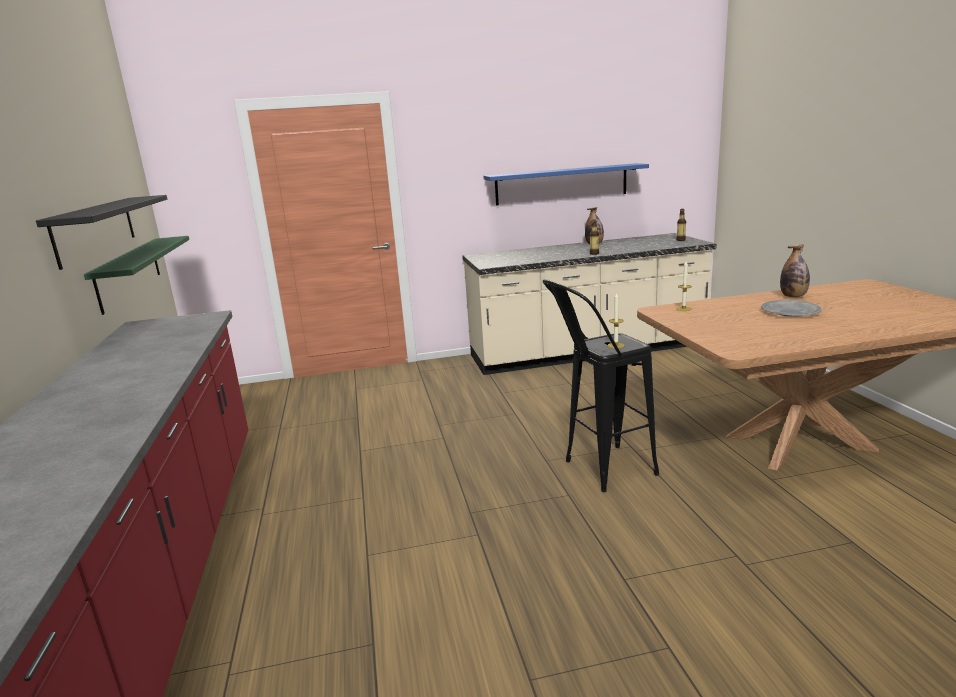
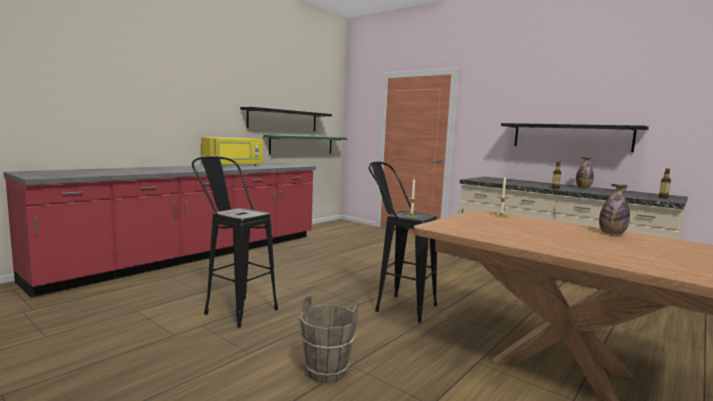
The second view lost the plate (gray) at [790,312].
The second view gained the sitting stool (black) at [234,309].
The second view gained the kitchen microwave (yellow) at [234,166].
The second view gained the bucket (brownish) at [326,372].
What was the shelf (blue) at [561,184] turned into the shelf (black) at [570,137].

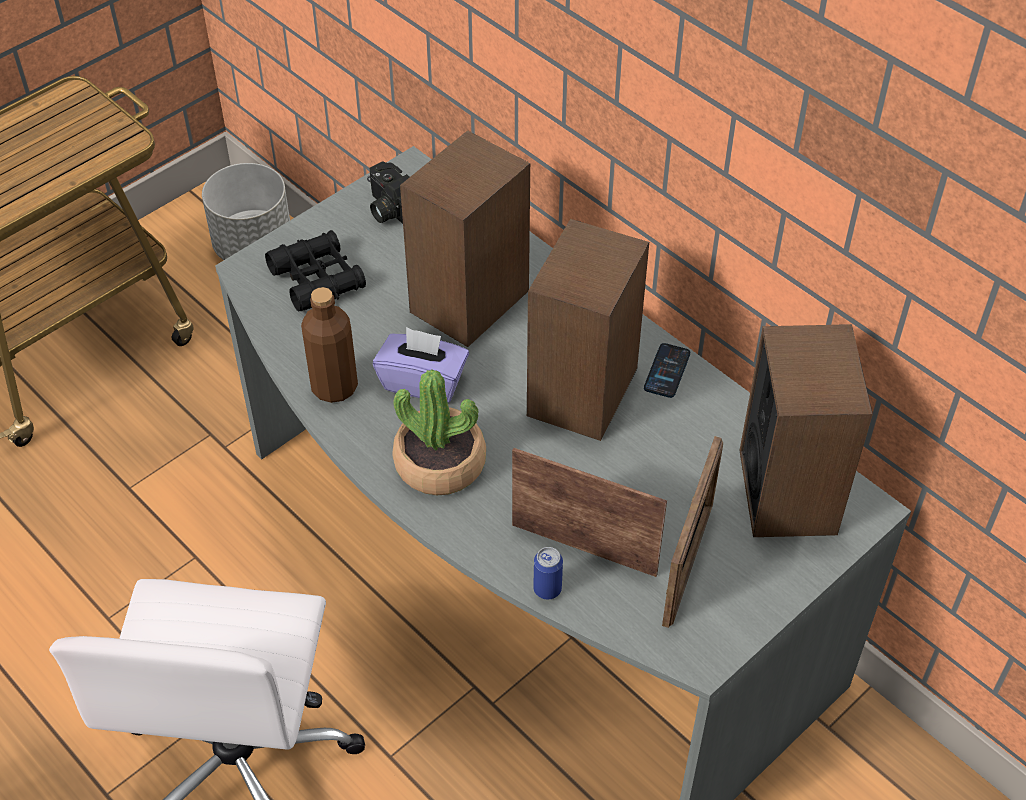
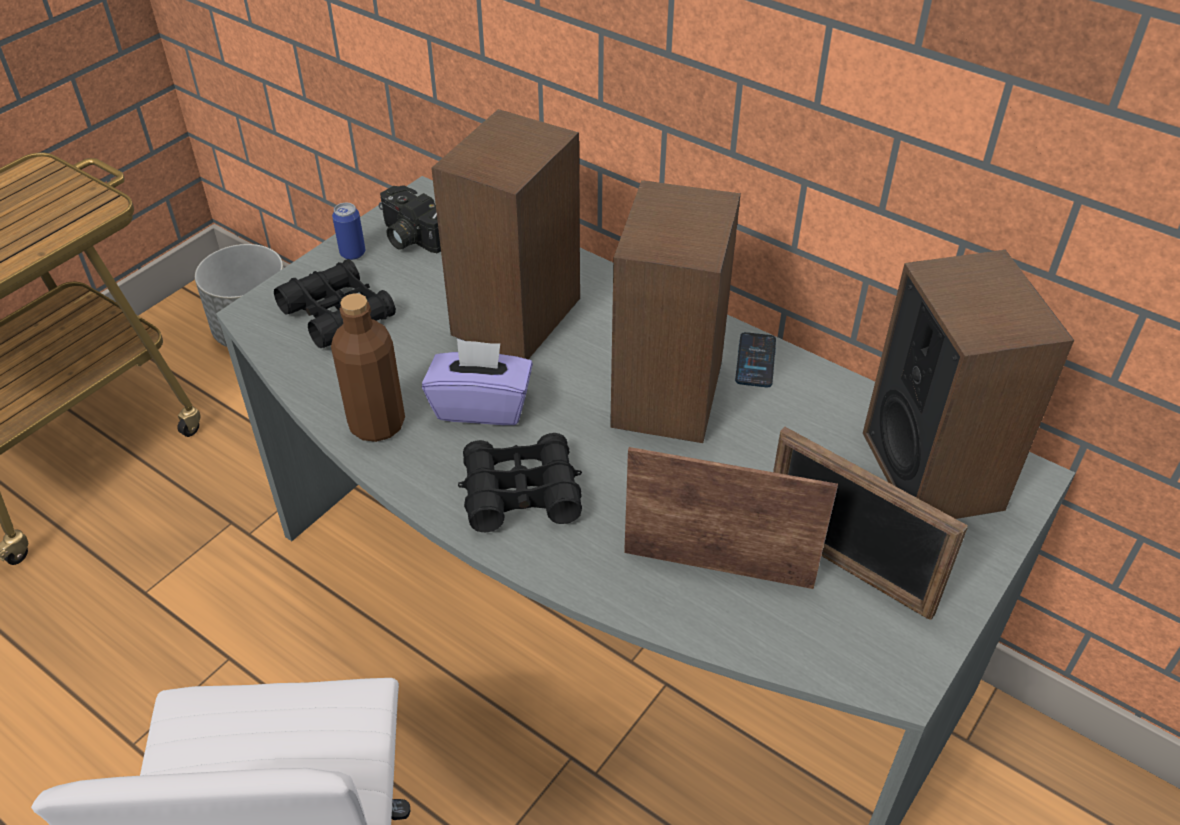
The metal can ended up elsewhere, having gone from [547,589] to [352,253].
Where the houseplant stood at [440,463], the pair of binoculars (black) came to stand at [521,493].
The photo frame at [687,563] ended up facing another way, 120 degrees clockwise from before.

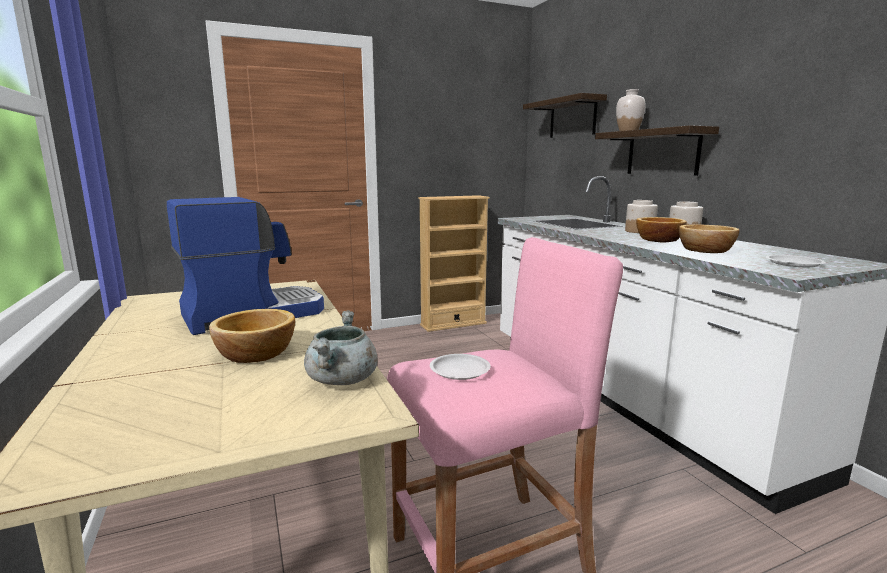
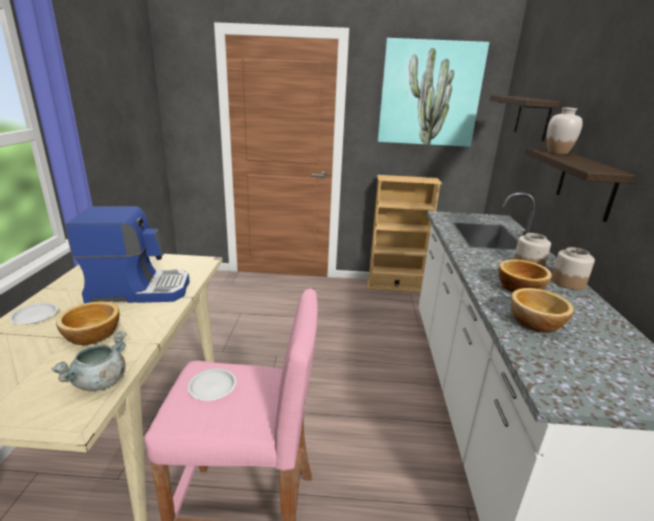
The second view gained the wall art at [429,94].
The plate (white-coloured) ended up elsewhere, having gone from [793,264] to [34,316].

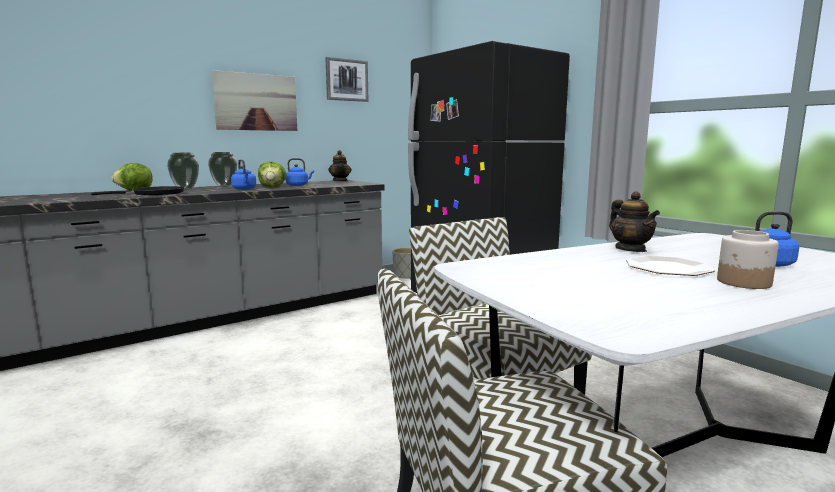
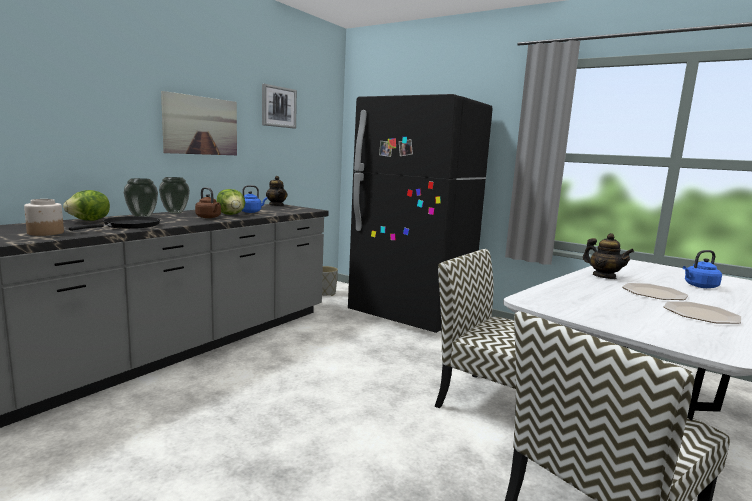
The second view gained the plate at [700,314].
The jar ended up elsewhere, having gone from [744,282] to [45,233].
What was the kettle (blue) at [244,189] turned into the kettle (brownish) at [209,217].

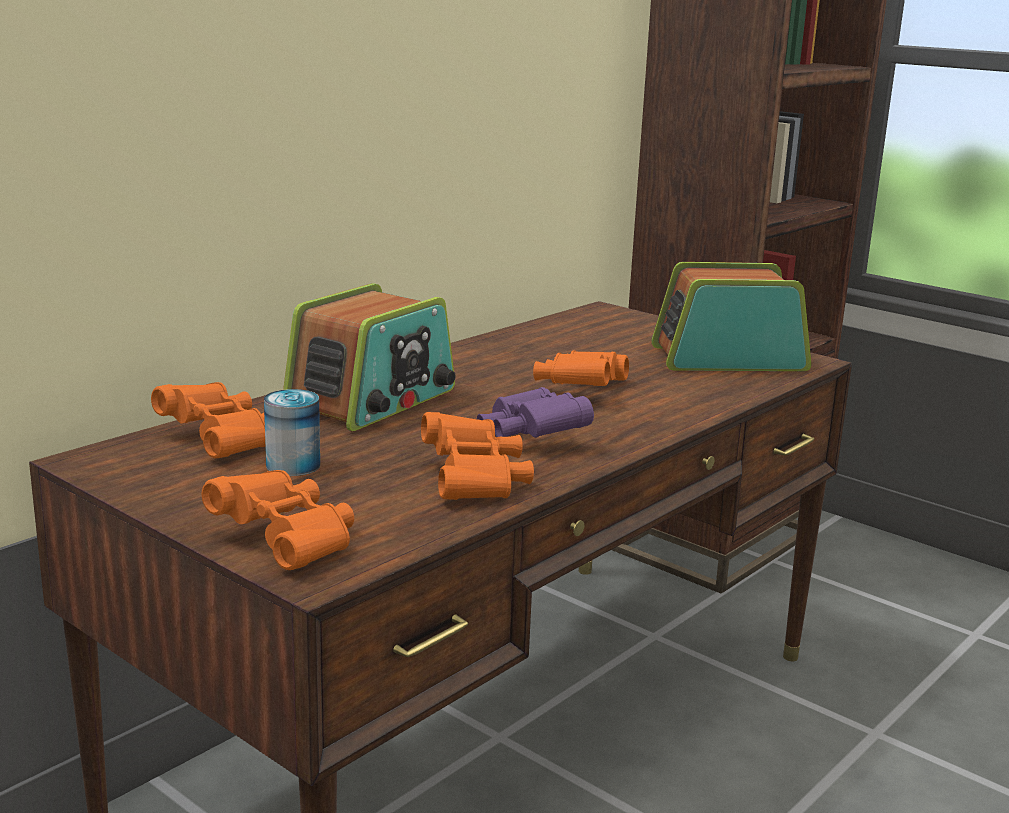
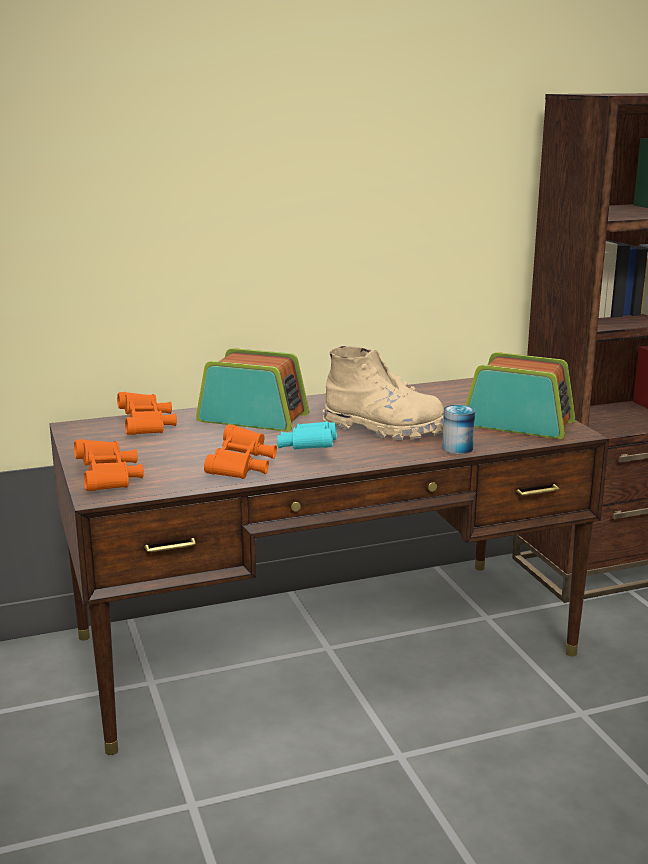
The metal can ended up elsewhere, having gone from [293,465] to [457,448].
Where the pair of binoculars (orange) stood at [580,389], the boot (sand-coloured) came to stand at [383,429].
What was the pair of binoculars (purplish) at [529,437] turned into the pair of binoculars (blue-green) at [308,450].
The radio receiver at [373,400] ended up facing another way, 135 degrees counterclockwise from before.

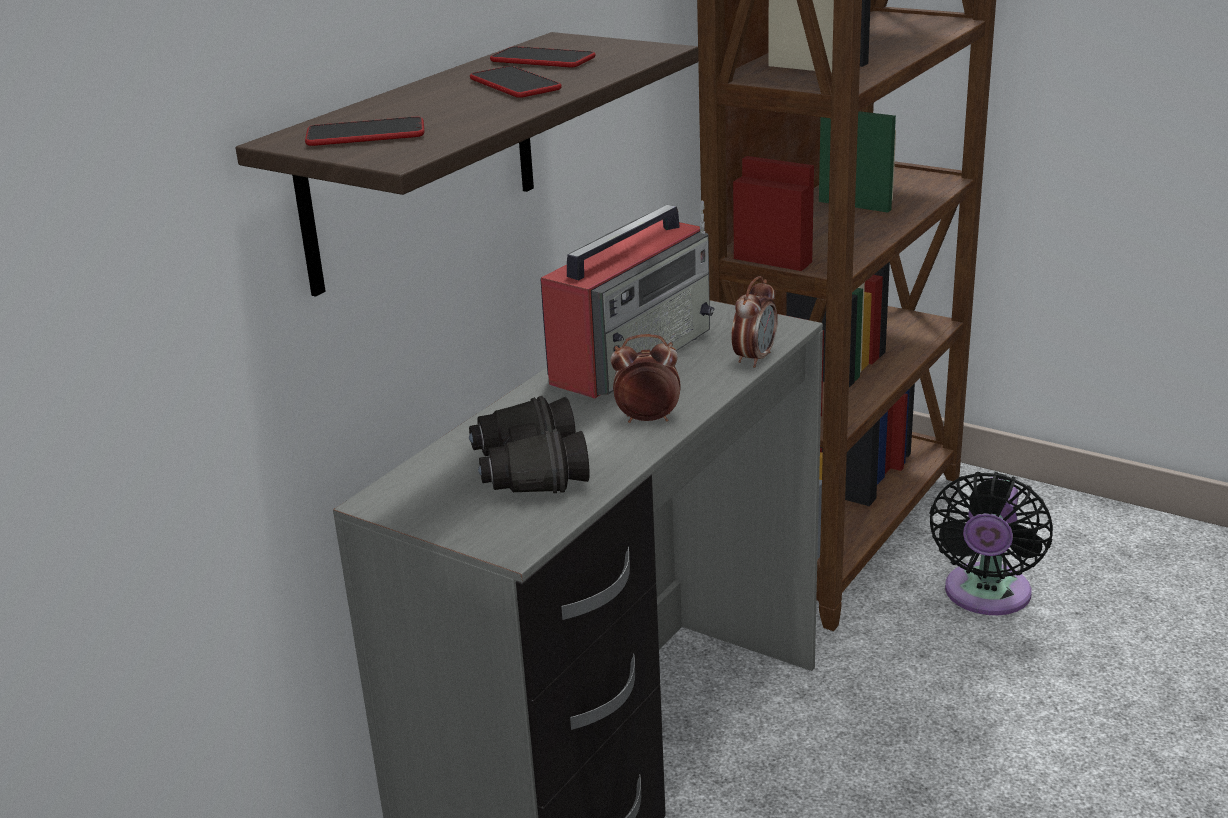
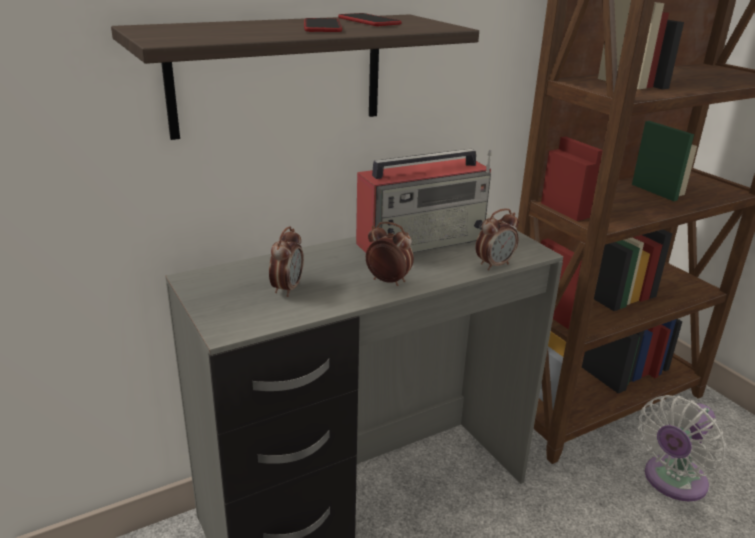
The second view lost the phone at [365,134].
Where the pair of binoculars (black) stood at [529,470], the alarm clock came to stand at [287,289].
What was the fan (black) at [986,596] turned into the fan (white-coloured) at [672,482].

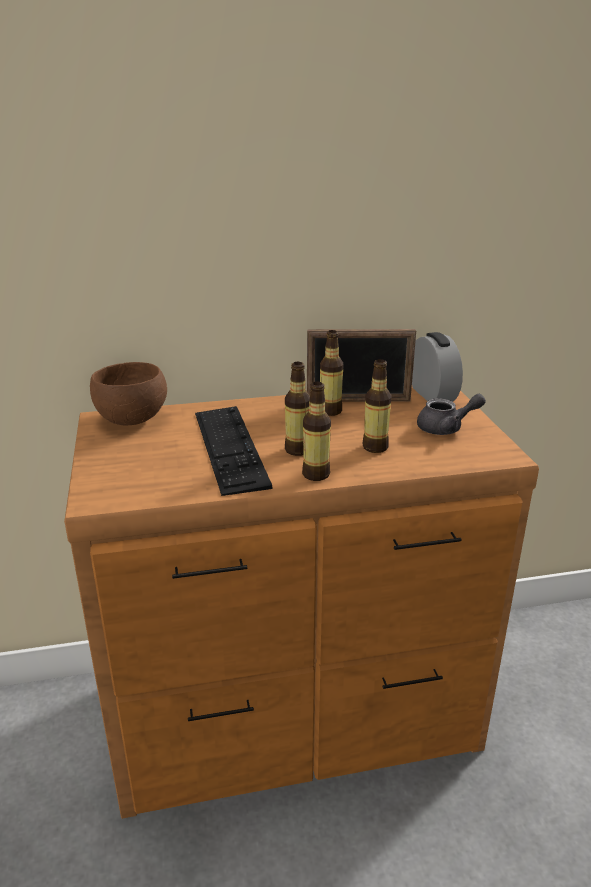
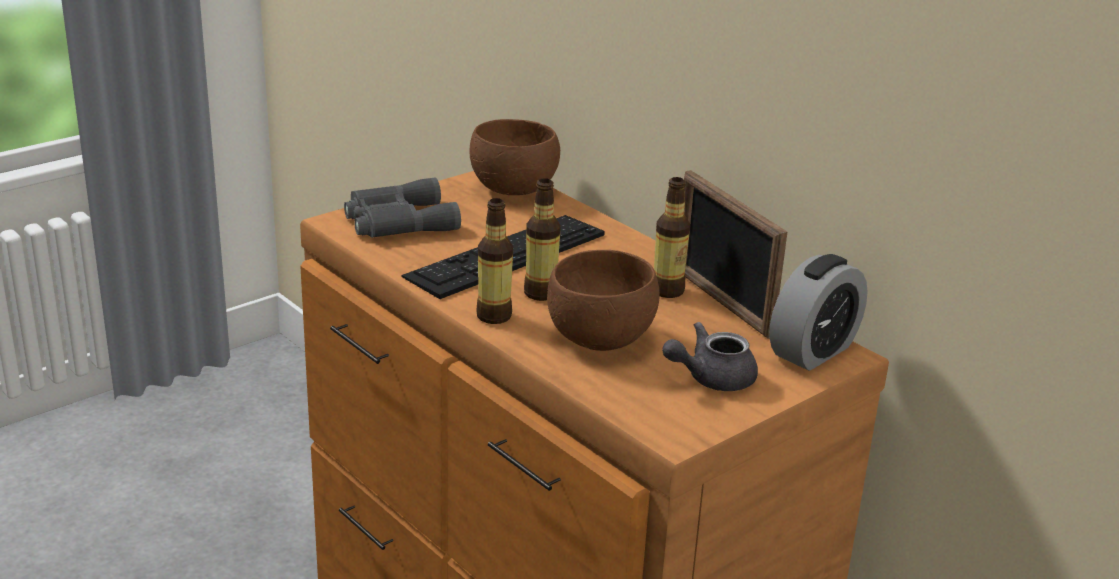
The second view gained the pair of binoculars (gray) at [397,221].
Where the bottle stood at [375,447], the bowl (brownish) came to stand at [599,338].
The teapot (gray) at [446,428] ended up facing another way, 105 degrees clockwise from before.

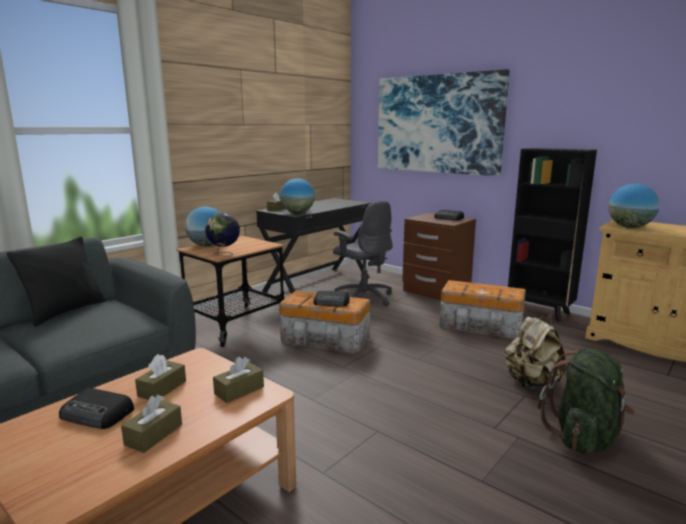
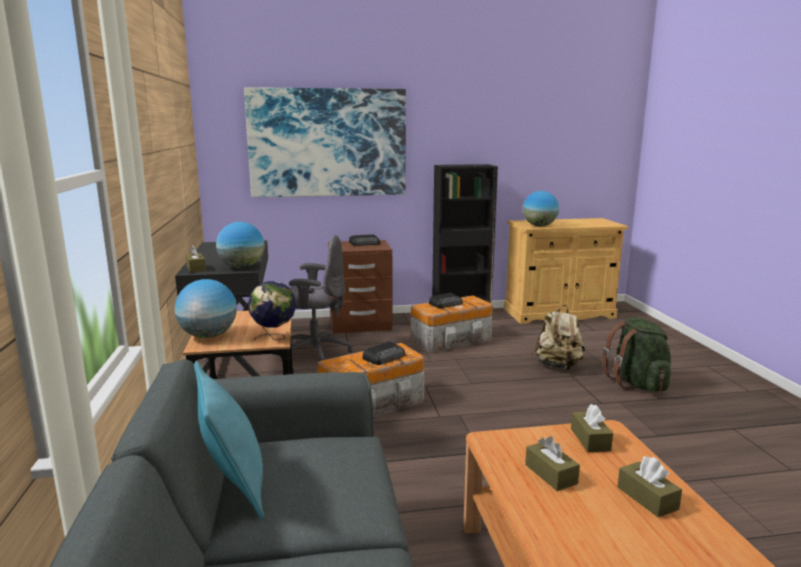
The radio receiver ended up elsewhere, having gone from [98,414] to [446,304].
What was the cushion (black) at [66,311] turned into the cushion (blue-green) at [234,485].

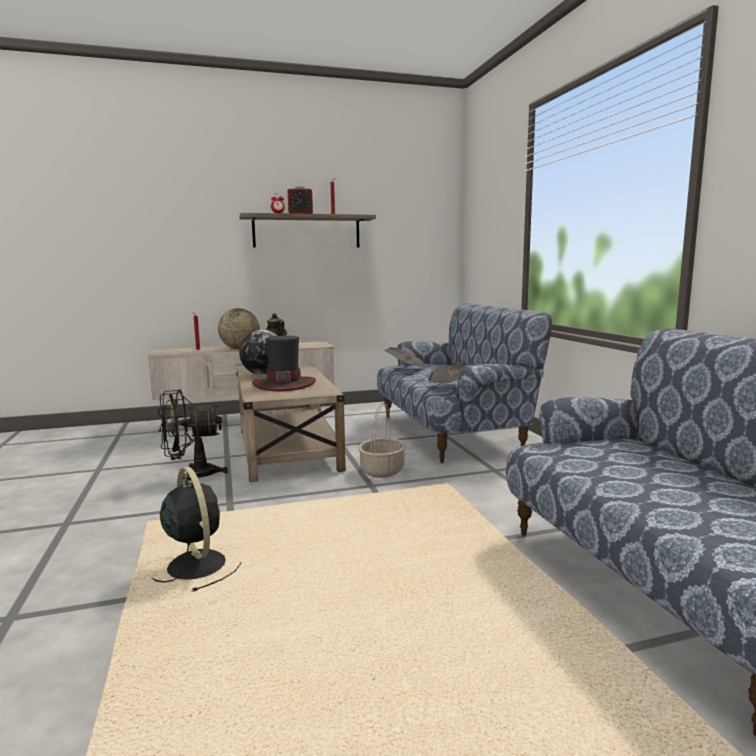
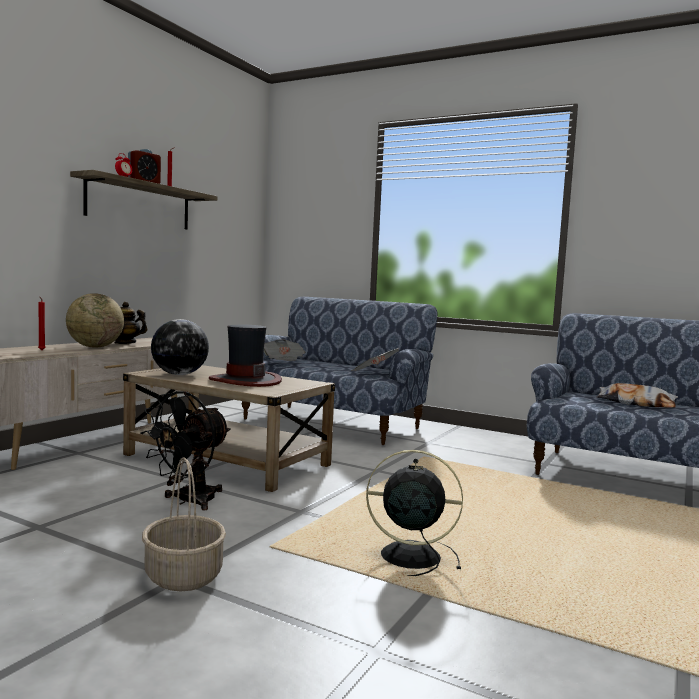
The second view gained the cushion at [636,403].
The basket ended up elsewhere, having gone from [382,470] to [182,575].

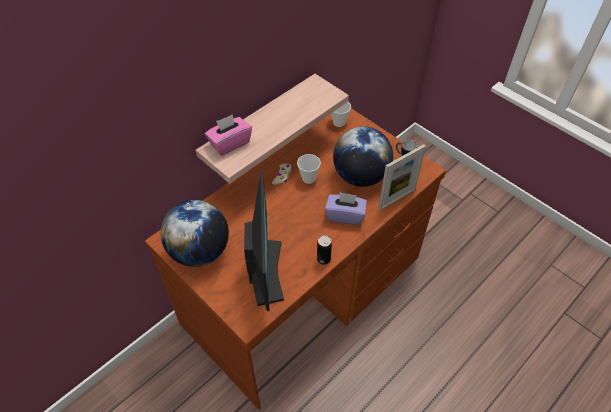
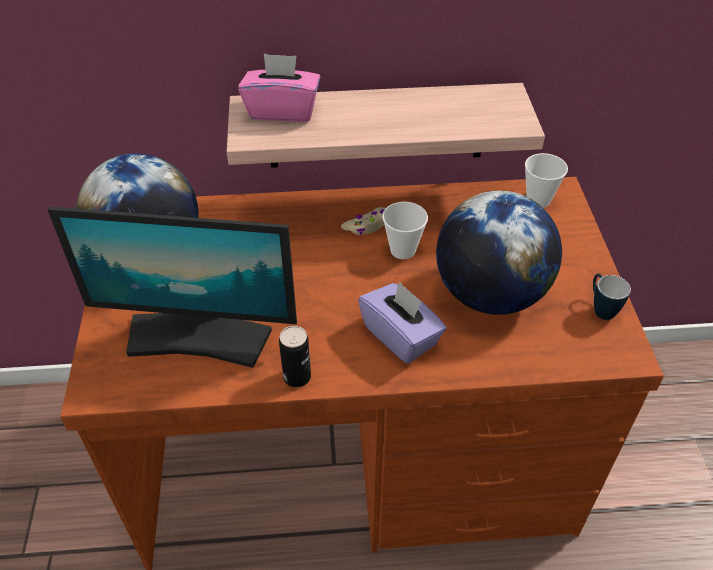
The second view lost the photo frame at [397,199].
The computer screen at [265,271] ended up facing another way, 60 degrees clockwise from before.

